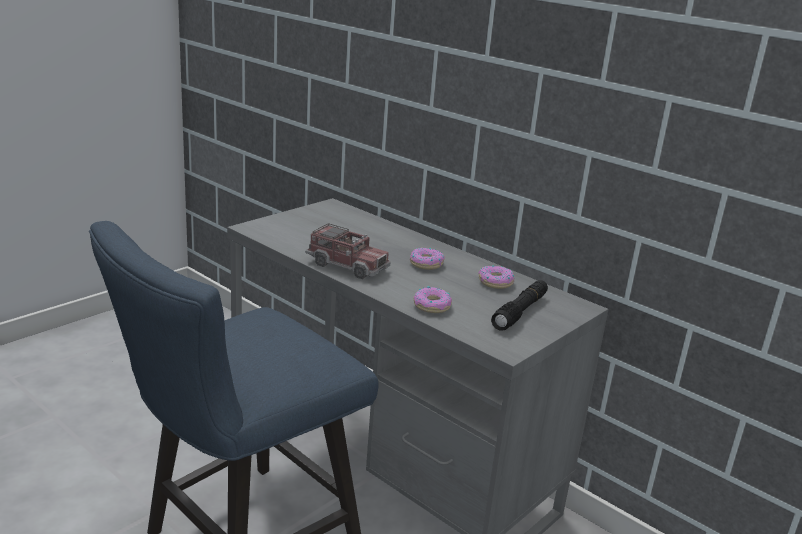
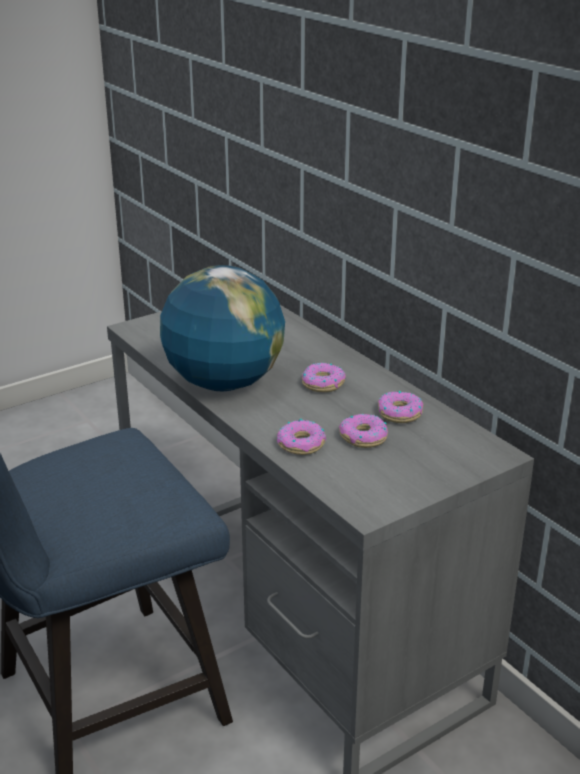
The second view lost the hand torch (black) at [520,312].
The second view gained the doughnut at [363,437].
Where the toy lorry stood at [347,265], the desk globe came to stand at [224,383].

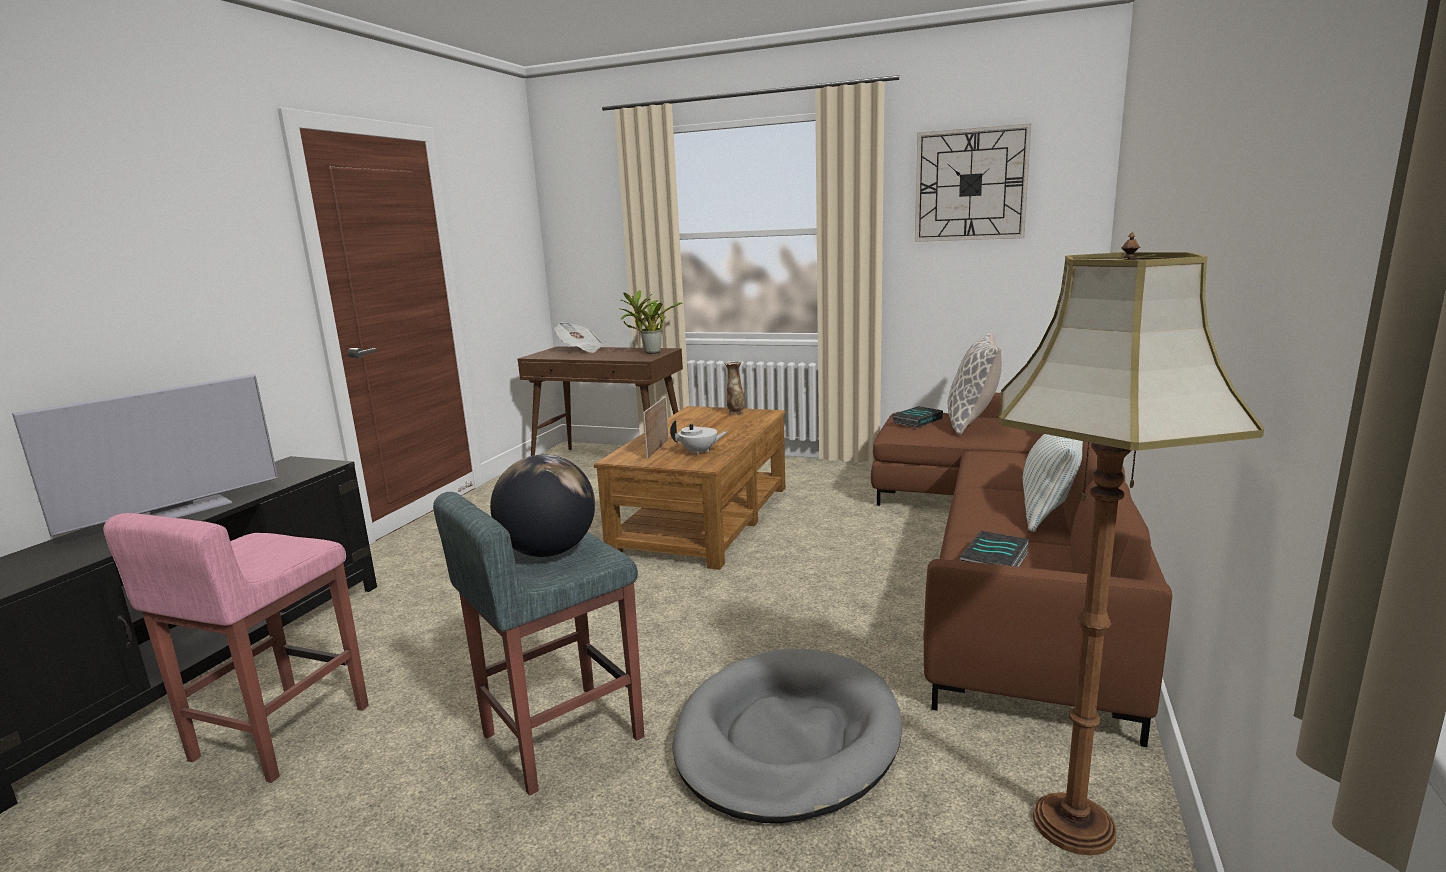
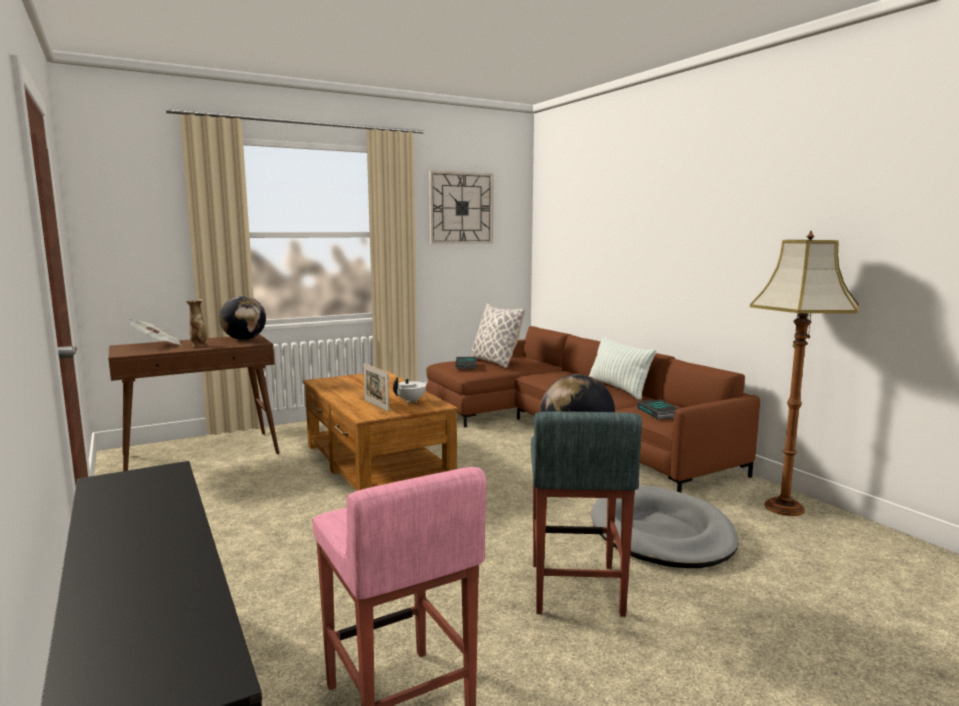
The second view lost the television at [175,513].
The flower vase ended up elsewhere, having gone from [735,413] to [198,345].
Where the houseplant stood at [650,352], the desk globe came to stand at [244,339].

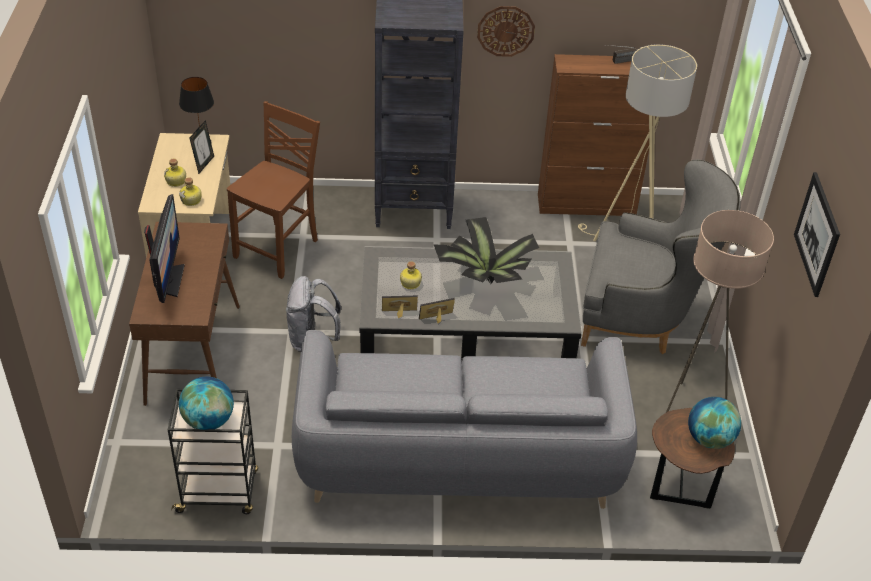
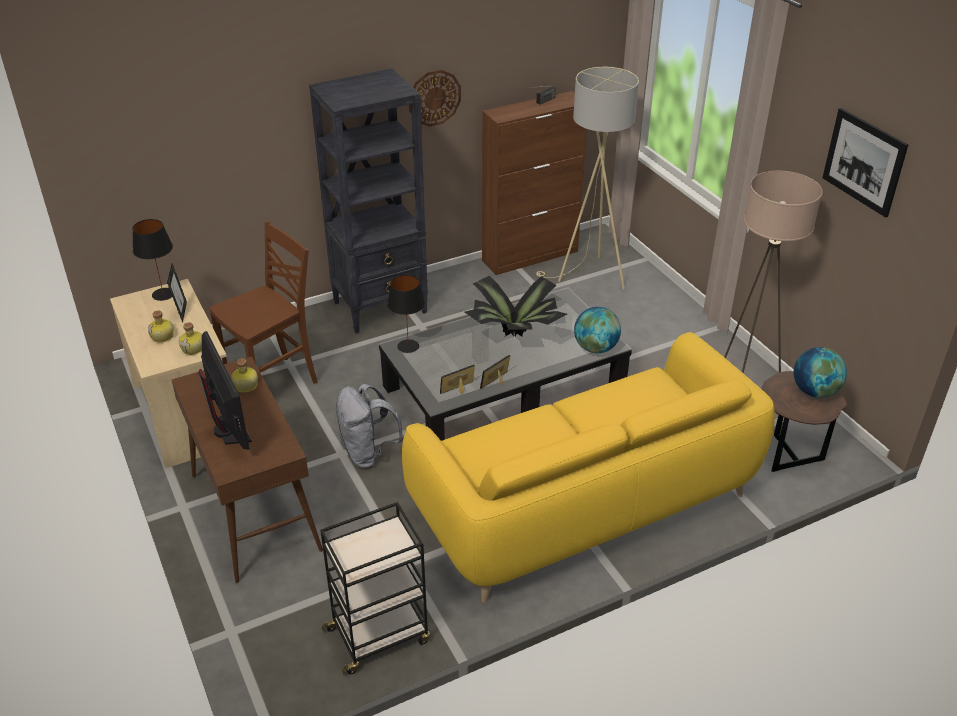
The second view lost the lounge chair (gray) at [642,319].
The second view gained the table lamp (black) at [408,346].
The desk globe ended up elsewhere, having gone from [209,421] to [596,348].
The bottle ended up elsewhere, having gone from [410,283] to [245,386].
What was the couch (gray) at [459,457] turned into the couch (yellow) at [585,504].
The chair (brownish) at [279,249] ended up facing another way, 45 degrees clockwise from before.

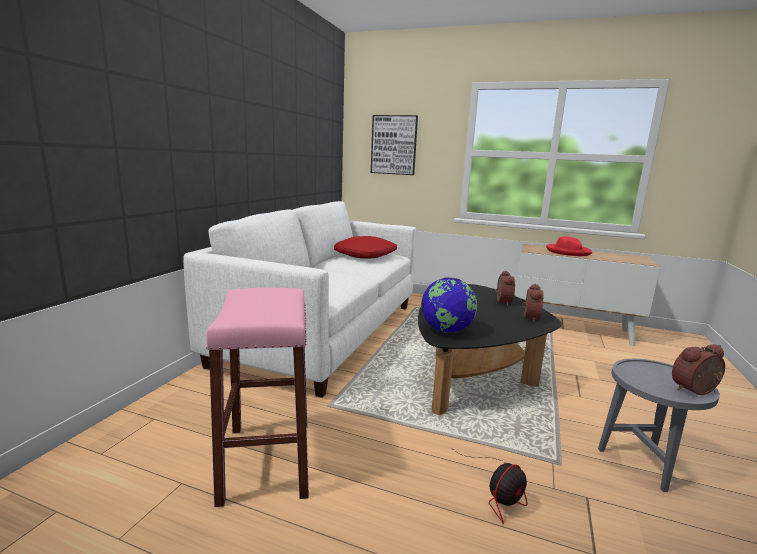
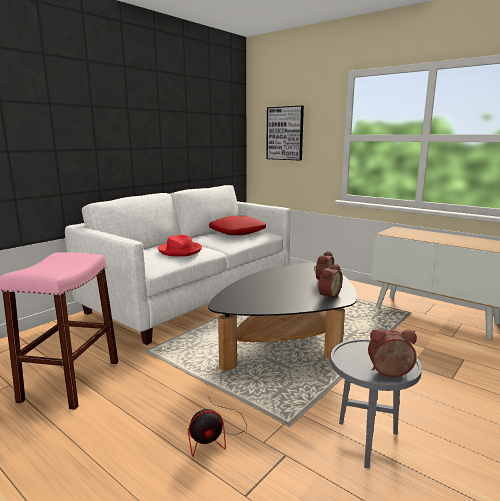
The second view lost the desk globe at [447,330].
The clothing hat (red) ended up elsewhere, having gone from [568,252] to [180,251].

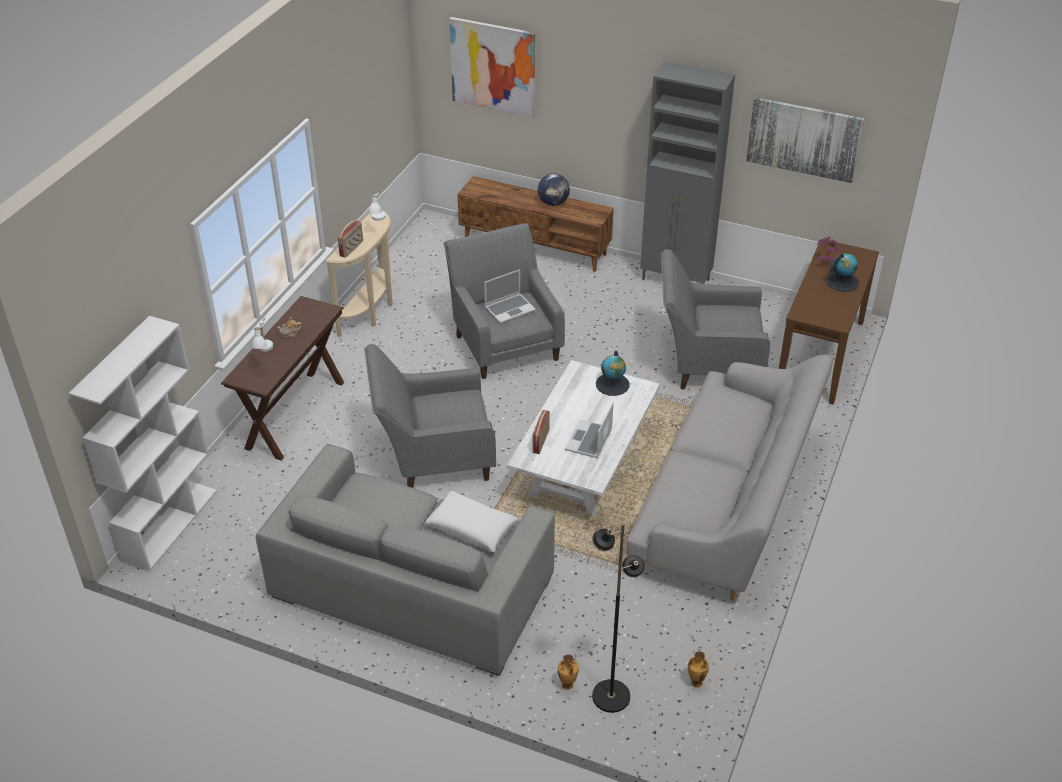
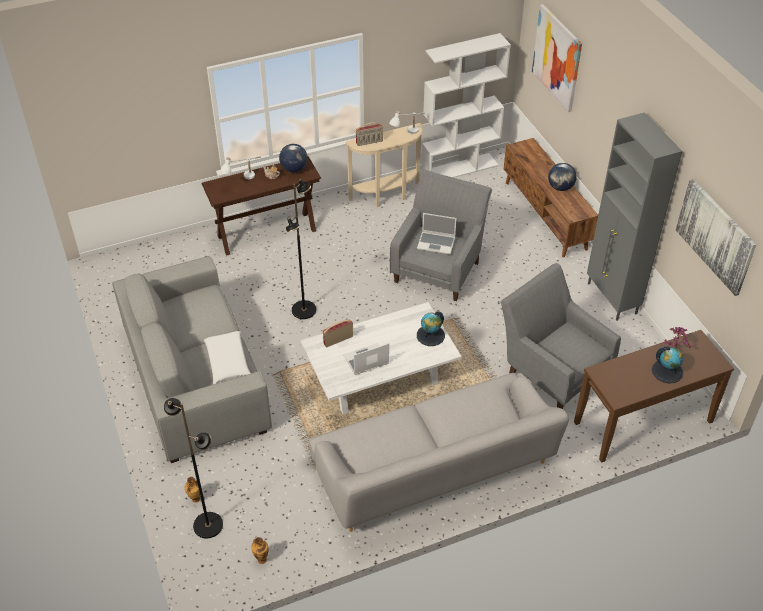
The second view gained the desk globe at [294,169].
The bookcase (white-coloured) ended up elsewhere, having gone from [170,525] to [460,168].
Where the lounge chair (gray) stood at [433,456], the floor lamp (black) came to stand at [304,310].

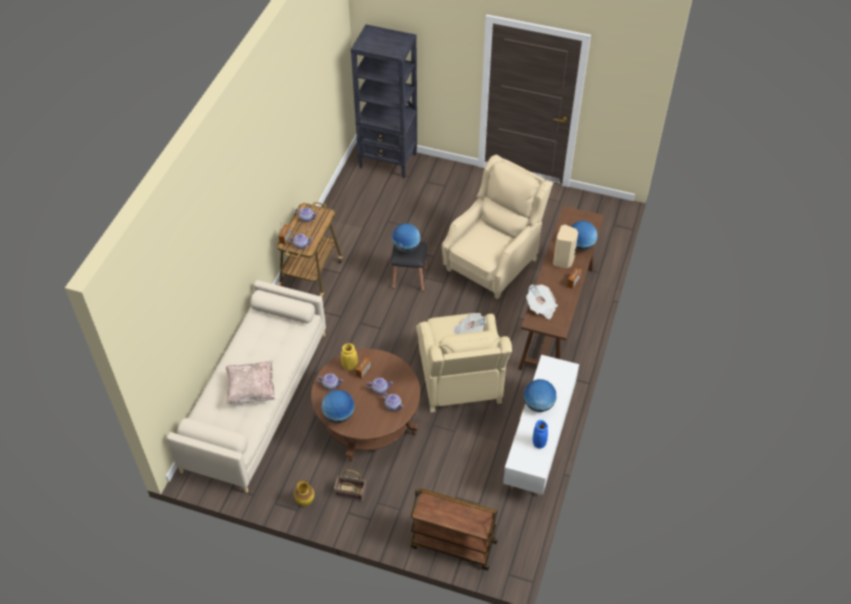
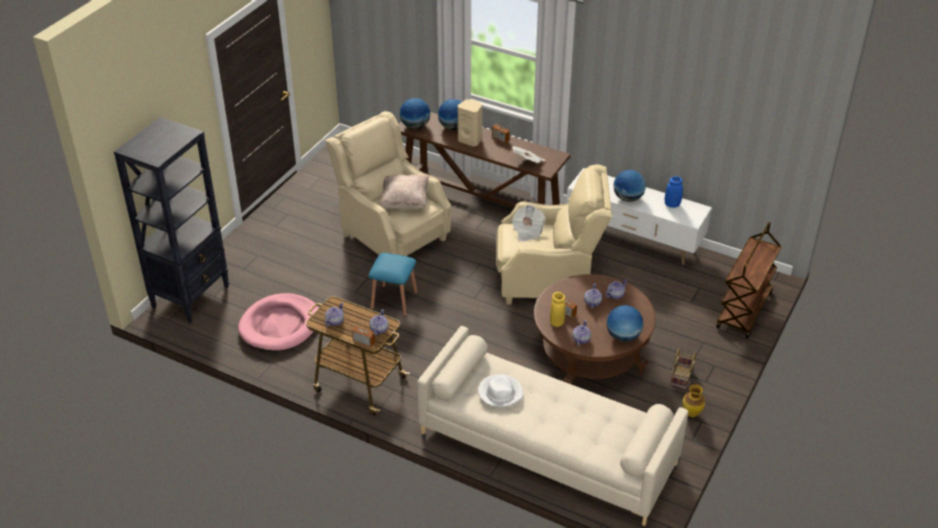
The second view gained the pet bed (pinkish) at [280,326].
The second view gained the clothing hat (white-coloured) at [500,393].
The cushion (sand-coloured) ended up elsewhere, having gone from [251,390] to [405,202].
The desk globe ended up elsewhere, having gone from [406,247] to [415,126].
What was the sitting stool (black) at [409,278] turned into the sitting stool (blue) at [394,300].

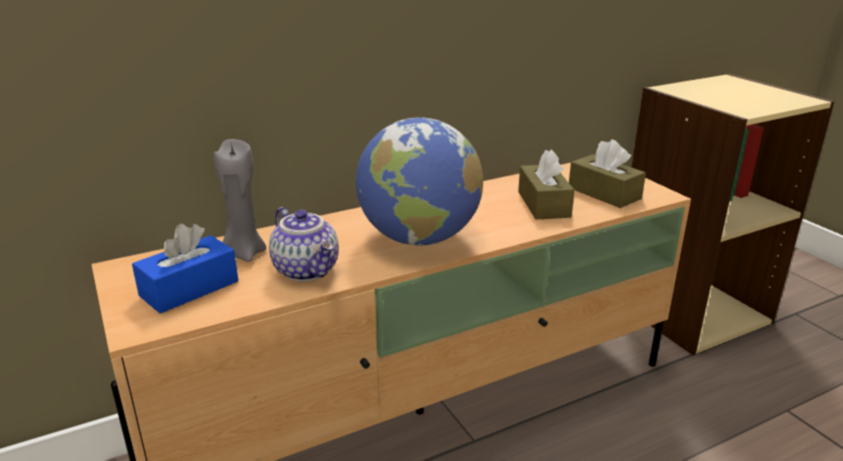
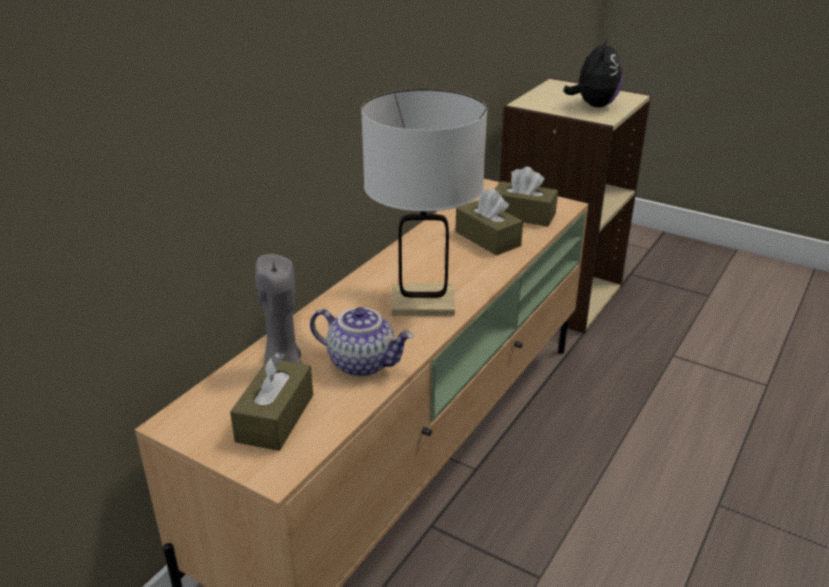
The second view gained the soft toy at [593,105].
Where the desk globe stood at [419,238], the table lamp (white-coloured) came to stand at [423,302].
What was the box of tissues (blue) at [189,288] turned into the box of tissues (brownish) at [275,418].

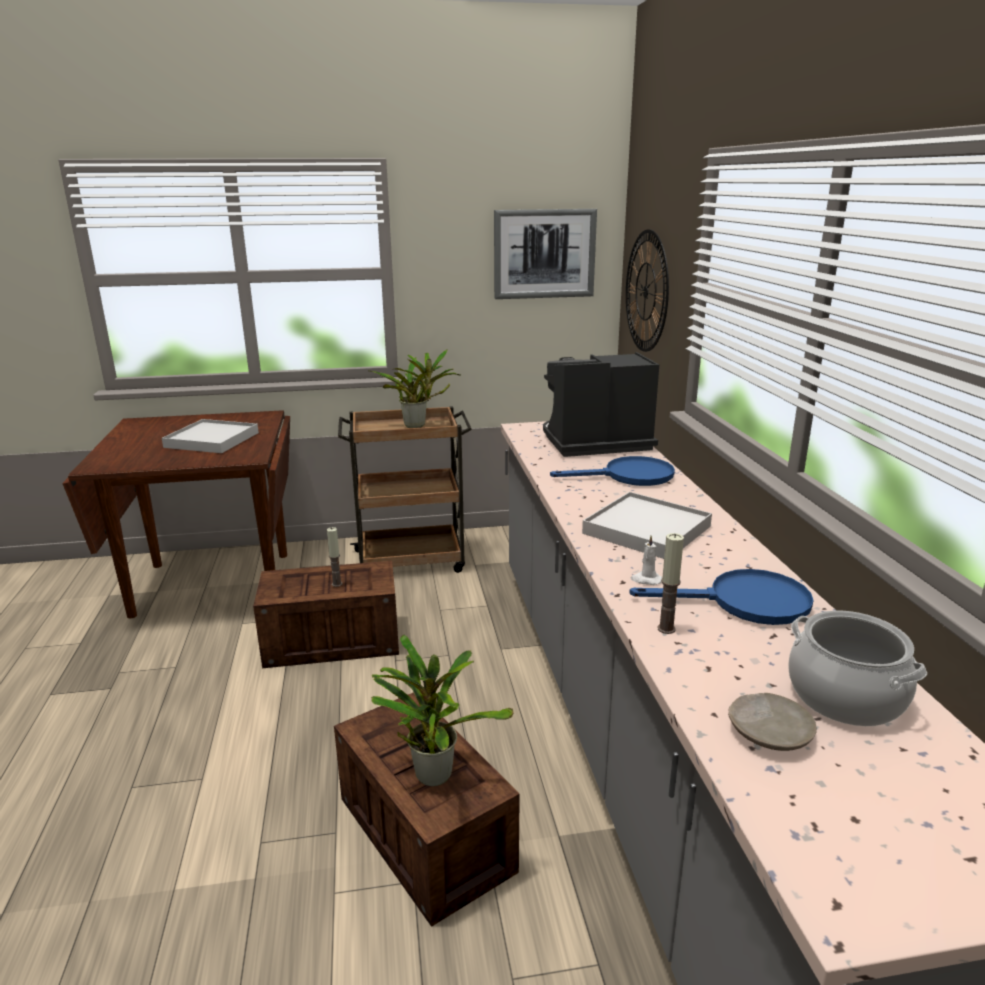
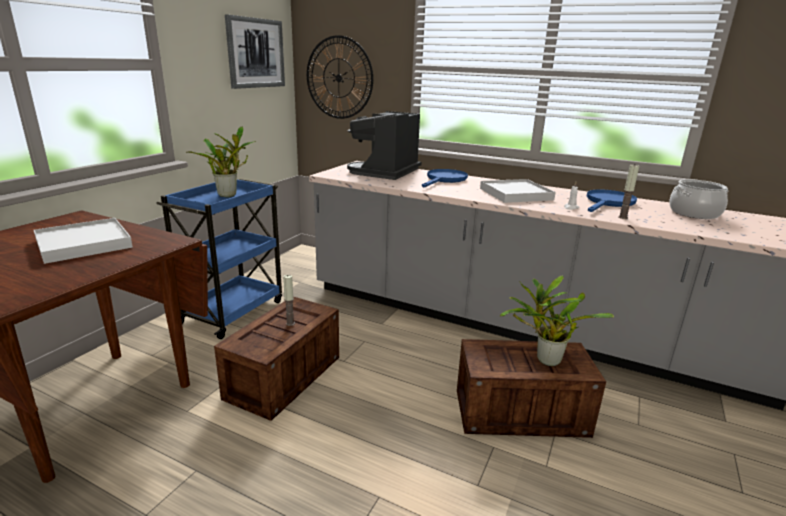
The second view lost the plate (sand-coloured) at [769,732].
What was the trolley (brownish) at [411,561] turned into the trolley (blue) at [234,311].

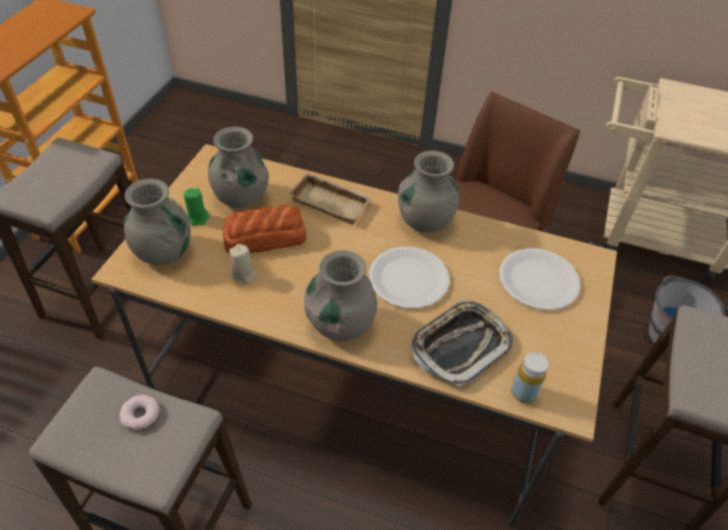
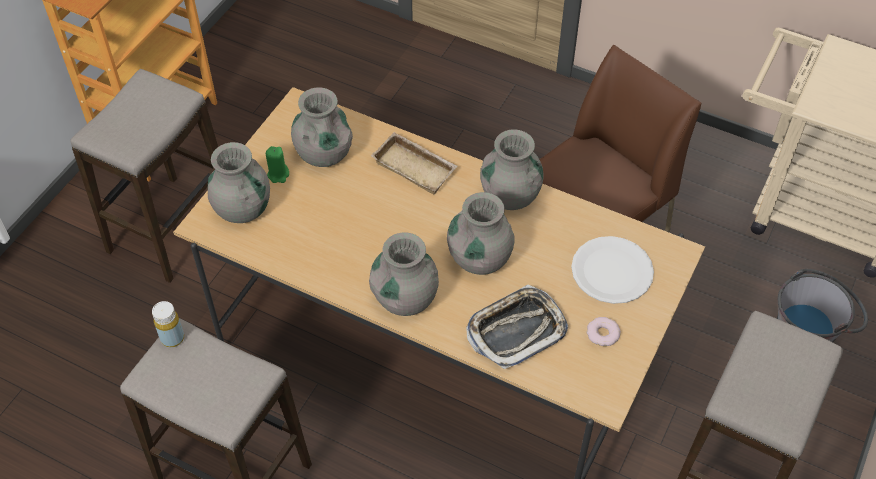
The second view lost the baked bread at [264,237].
The second view lost the wax candle (sand-coloured) at [243,275].
The doughnut ended up elsewhere, having gone from [140,414] to [602,334].
The bottle (yellow) ended up elsewhere, having gone from [523,392] to [172,338].
Where the plate (white-coloured) stood at [409,279], the flower vase (gray) came to stand at [480,258].

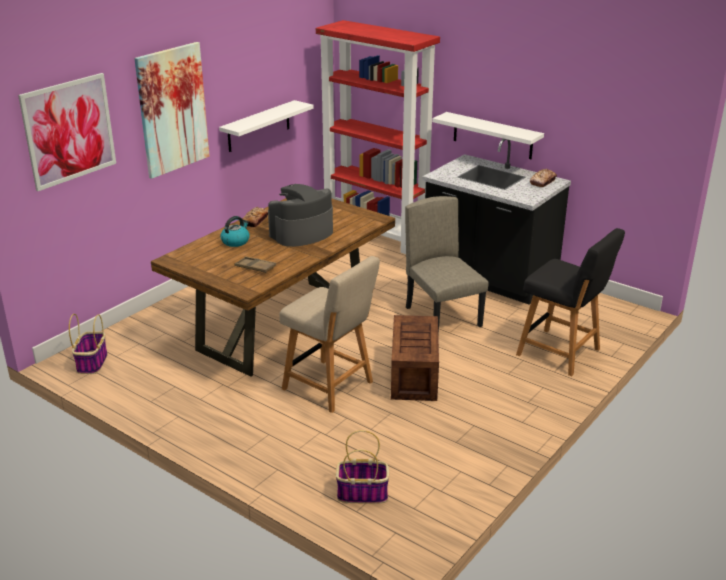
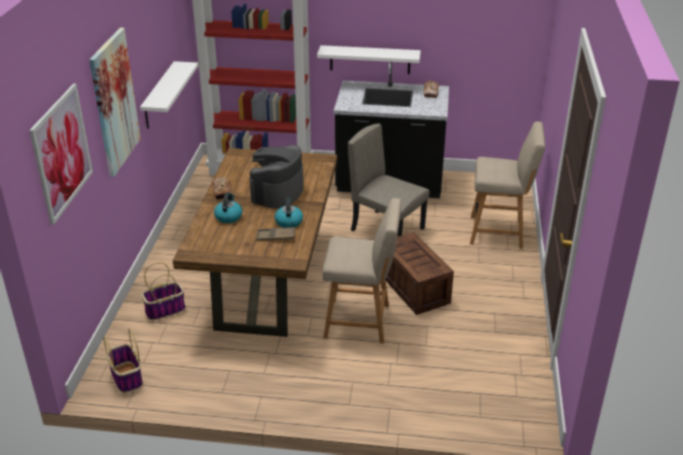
The second view gained the kettle at [288,222].
The basket ended up elsewhere, having gone from [363,493] to [165,310].
What was the chair (black) at [562,353] turned into the chair (sand-coloured) at [500,232].

